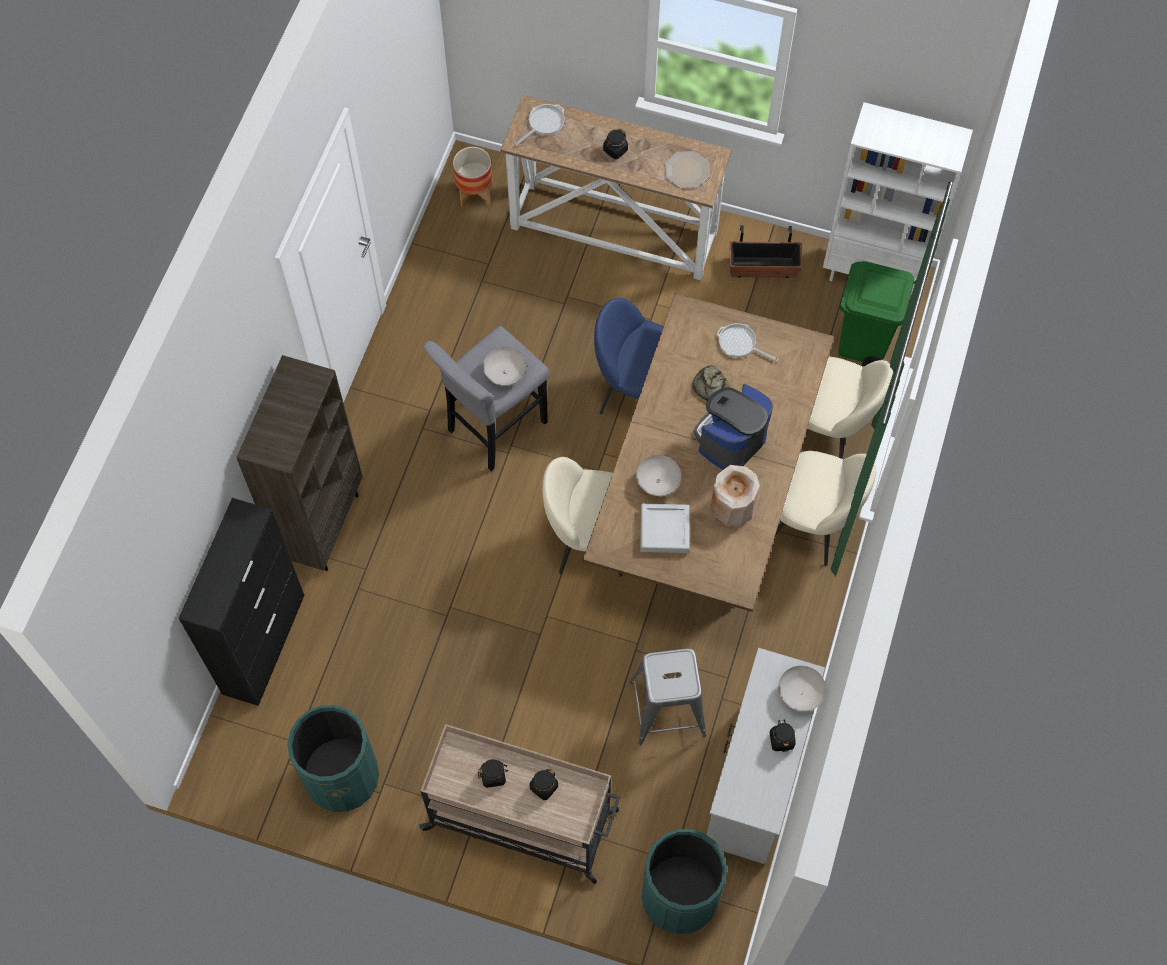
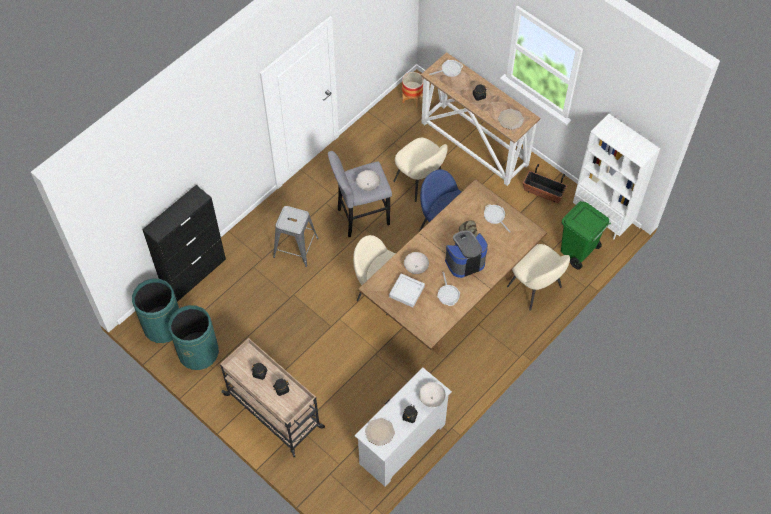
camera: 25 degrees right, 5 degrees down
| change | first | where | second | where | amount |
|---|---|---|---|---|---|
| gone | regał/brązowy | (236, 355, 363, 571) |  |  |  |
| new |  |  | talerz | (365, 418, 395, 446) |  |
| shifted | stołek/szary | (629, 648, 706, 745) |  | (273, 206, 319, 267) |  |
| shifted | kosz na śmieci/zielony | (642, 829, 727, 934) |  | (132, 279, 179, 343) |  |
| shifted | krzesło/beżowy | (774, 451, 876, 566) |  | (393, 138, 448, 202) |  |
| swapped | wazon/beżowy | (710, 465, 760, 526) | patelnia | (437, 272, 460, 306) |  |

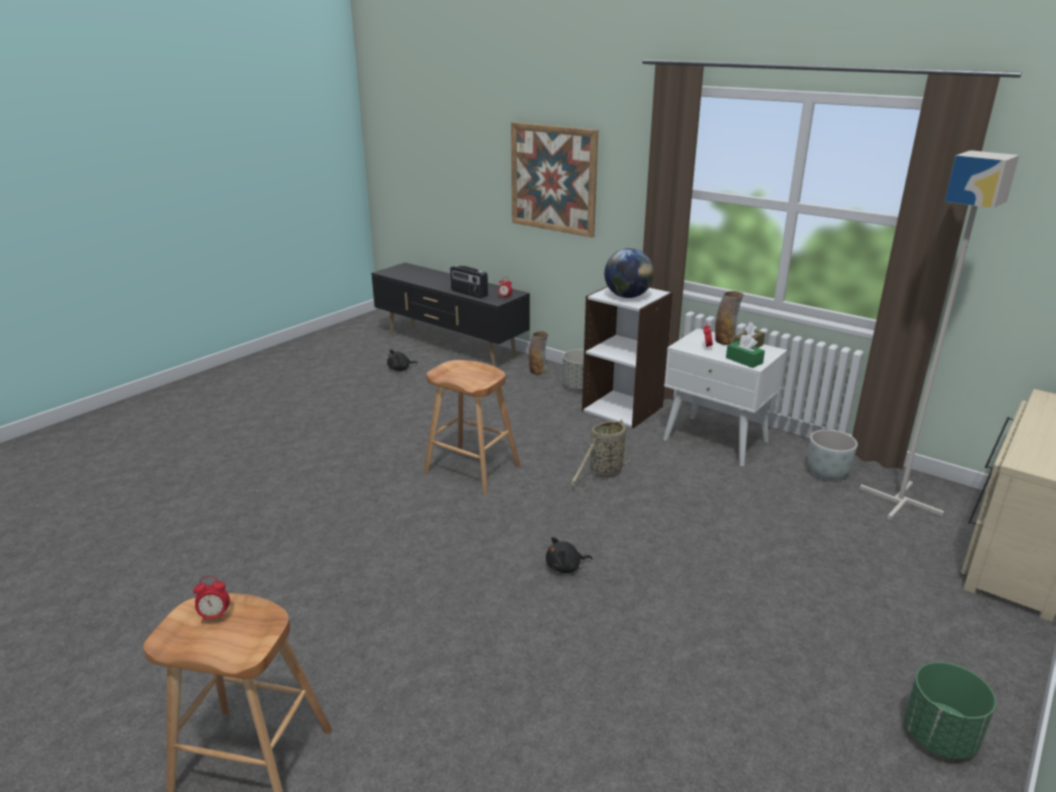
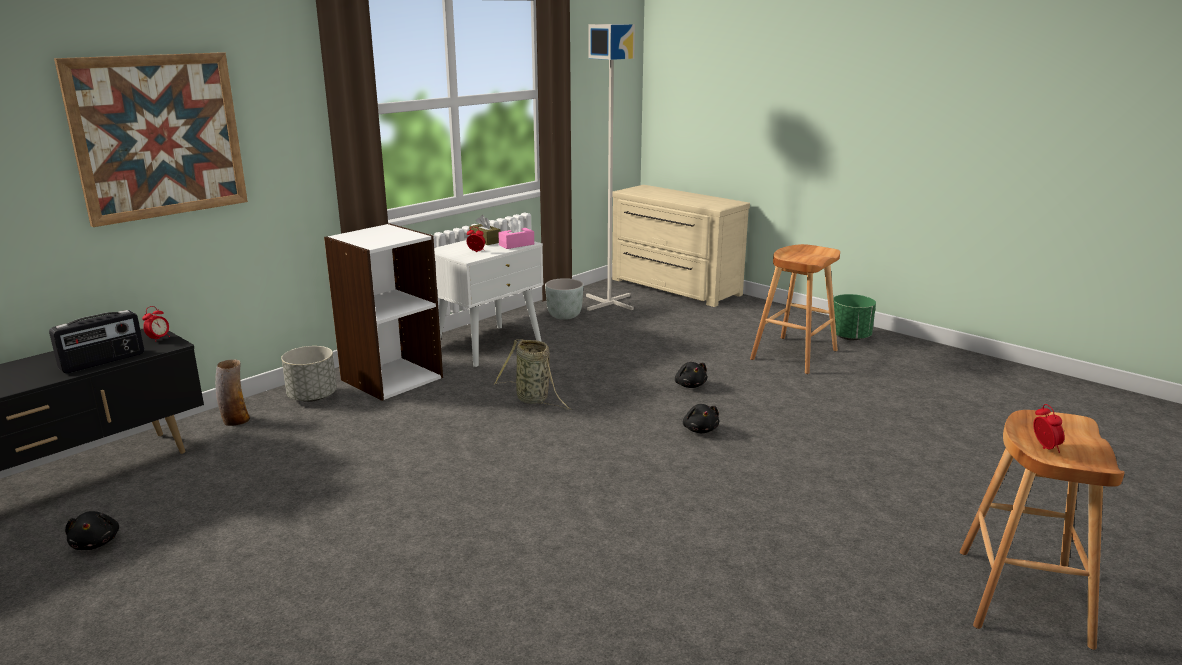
camera: 85 degrees left, 5 degrees down
| change | first | where | second | where | amount |
|---|---|---|---|---|---|
| gone | globus | (604, 248, 654, 298) |  |  |  |
| gone | wazon | (715, 291, 744, 345) |  |  |  |
| new |  |  | pluszak/czarny | (675, 362, 707, 388) |  |
| shifted | stołek/brązowy | (424, 360, 520, 495) |  | (750, 244, 840, 374) |  |
| repainted | pudełko chusteczek/zielony | (726, 334, 765, 368) | pudełko chusteczek/różowy | (498, 218, 534, 249) |  |

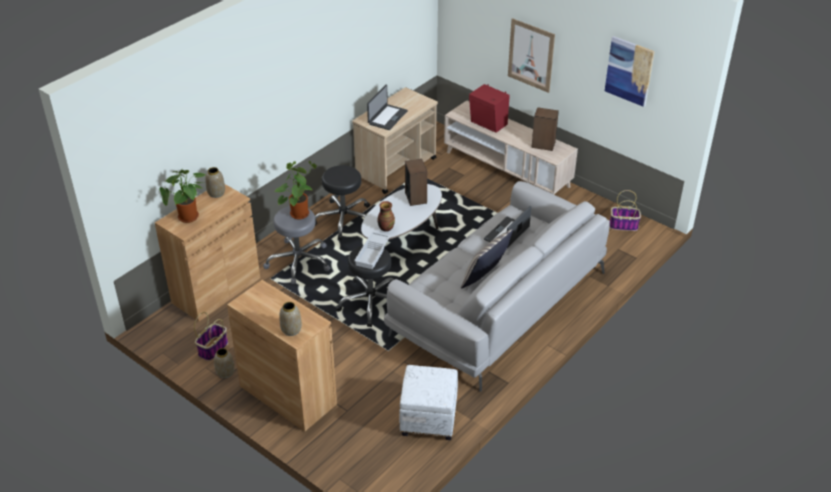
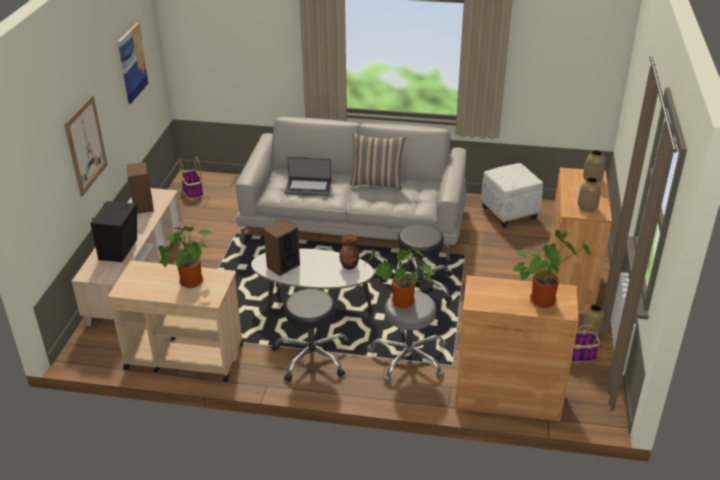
camera: 120 degrees left, 5 degrees down
| change | first | where | second | where | amount |
|---|---|---|---|---|---|
| gone | taca/biały | (354, 231, 390, 269) |  |  |  |
| shifted | wazon | (205, 167, 225, 198) |  | (578, 177, 601, 212) |  |
| swapped | laptop | (367, 85, 408, 130) | roślina doniczkowa | (158, 226, 214, 288) |  |
| repainted | głośnik/czerwony | (469, 84, 510, 133) | głośnik/czarny | (90, 201, 137, 262) |  |

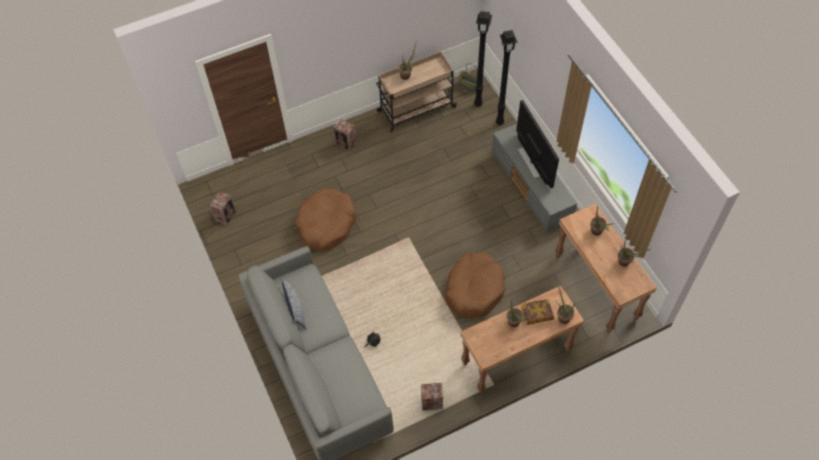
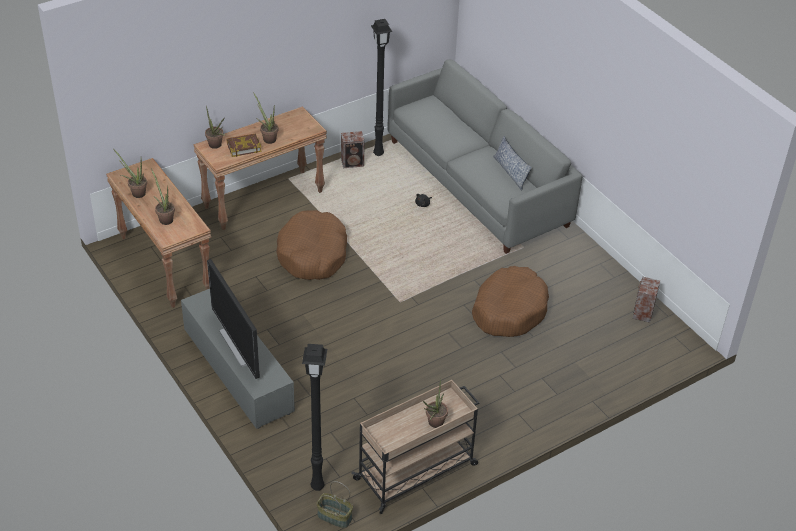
camera: 170 degrees right, 15 degrees down
| change | first | where | second | where | amount |
|---|---|---|---|---|---|
| gone | głośnik | (333, 119, 357, 151) |  |  |  |
| shifted | lampa stojąca/czarny | (496, 30, 518, 125) |  | (371, 19, 392, 156) |  |

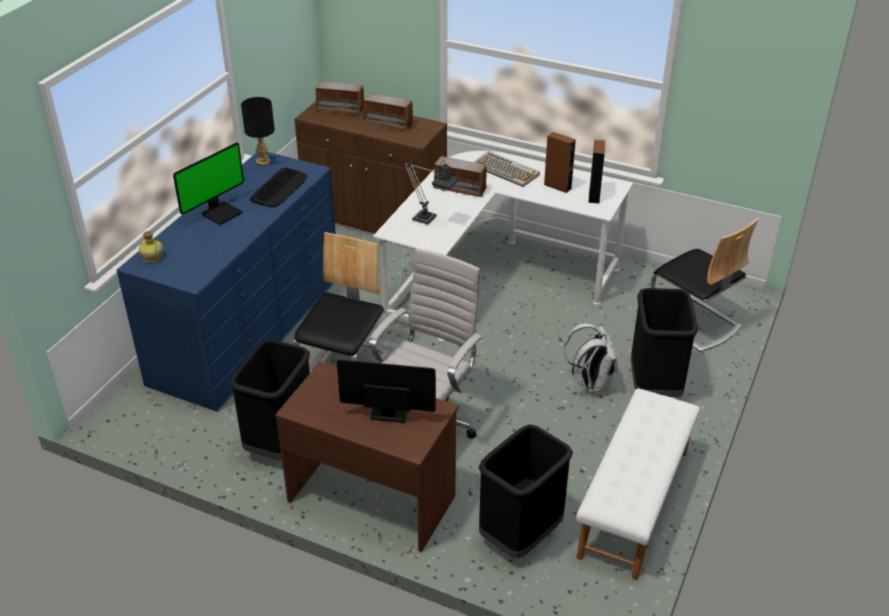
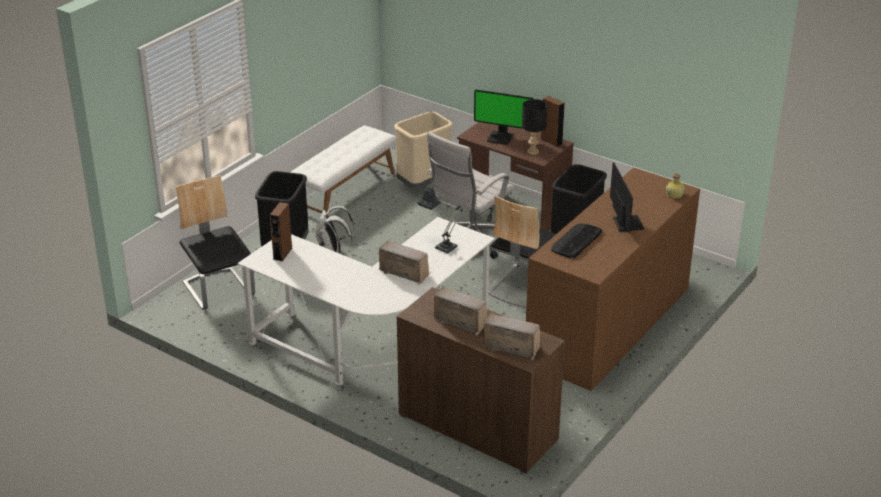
camera: 170 degrees left, 5 degrees down
| change | first | where | second | where | amount |
|---|---|---|---|---|---|
| gone | klawiatura | (474, 151, 540, 187) |  |  |  |
| shifted | lampa stołowa/czarny | (241, 97, 275, 165) |  | (522, 99, 547, 155) |  |
| shifted | głośnik/brązowy | (544, 132, 576, 193) |  | (541, 96, 565, 147) |  |
| repainted | komoda/niebieski | (117, 152, 336, 412) | komoda/brązowy | (526, 167, 700, 391) |  |
| repainted | kosz na śmieci/czarny | (478, 424, 573, 559) | kosz na śmieci/beżowy | (394, 111, 453, 189) |  |
| rotated | monitor | (173, 142, 244, 225) |  | (610, 162, 644, 233) | 120 degrees clockwise |

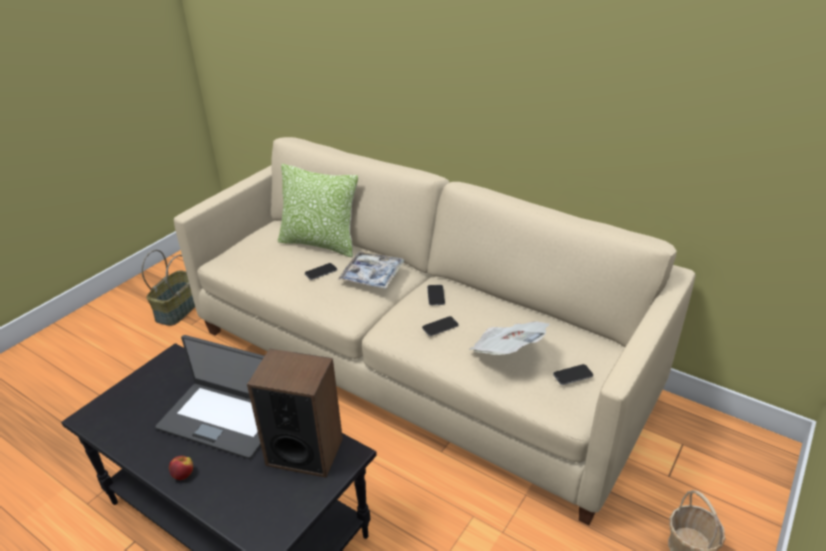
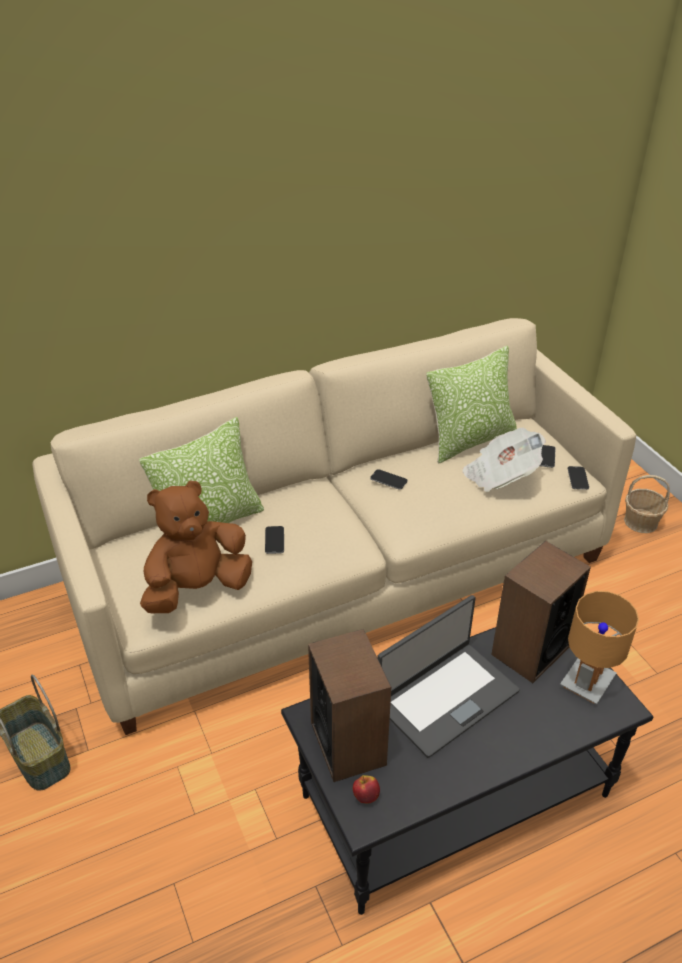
camera: 60 degrees left, 5 degrees up
| change | first | where | second | where | amount |
|---|---|---|---|---|---|
| gone | taca | (338, 251, 404, 289) |  |  |  |
| new |  |  | pluszak/brązowy | (140, 481, 252, 613) |  |
| new |  |  | głośnik | (308, 629, 391, 782) |  |
| new |  |  | poduszka | (426, 346, 517, 464) |  |
| new |  |  | lampa stołowa/brązowy | (560, 591, 639, 704) |  |
| shifted | jabłko | (169, 456, 193, 480) |  | (353, 775, 380, 804) |  |
| shifted | telefon | (422, 316, 459, 336) |  | (568, 466, 589, 490) |  |

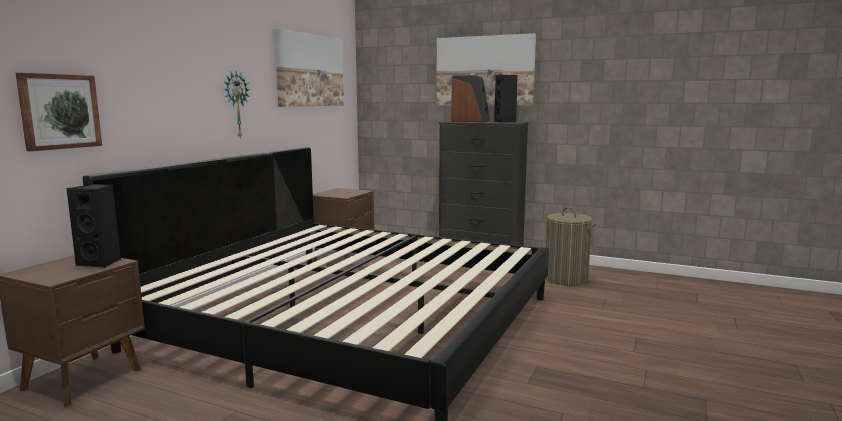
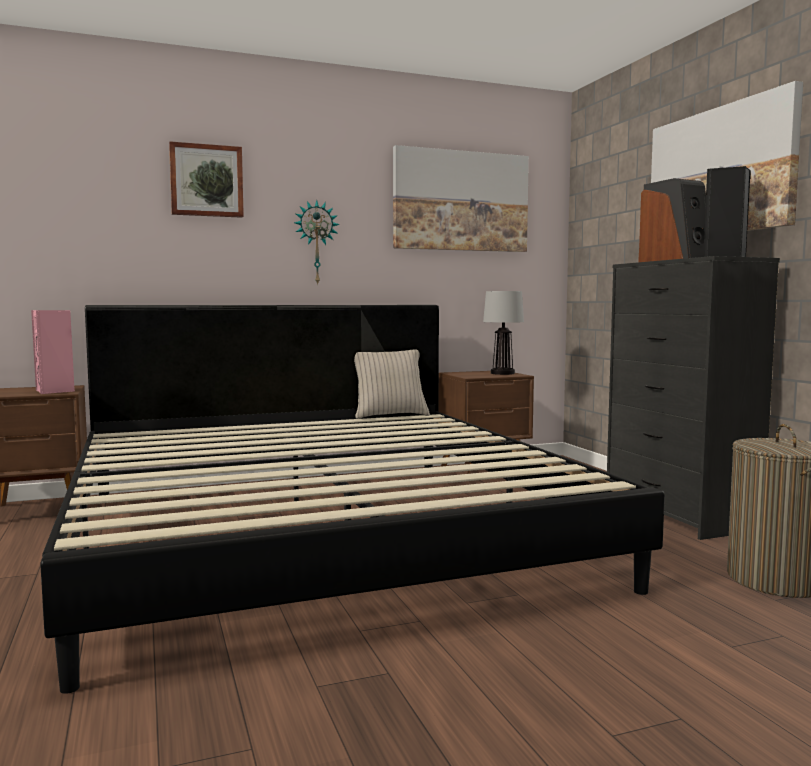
camera: 45 degrees right, 5 degrees down
| change | first | where | second | where | amount |
|---|---|---|---|---|---|
| new |  |  | poduszka/beżowy | (354, 349, 430, 419) |  |
| new |  |  | lampa stołowa | (483, 291, 524, 375) |  |
| shifted | obraz | (16, 73, 102, 151) |  | (169, 141, 244, 218) |  |
| repainted | głośnik/czarny | (66, 184, 121, 268) | głośnik/różowy | (31, 310, 75, 394) |  |

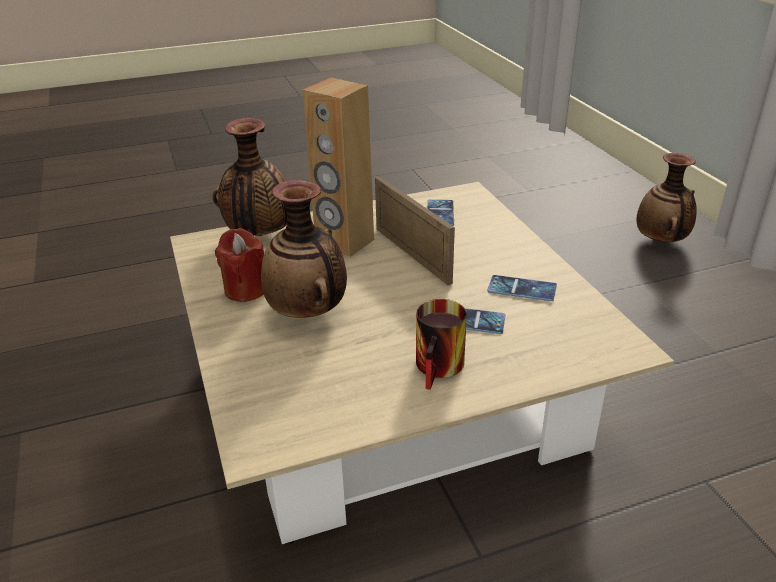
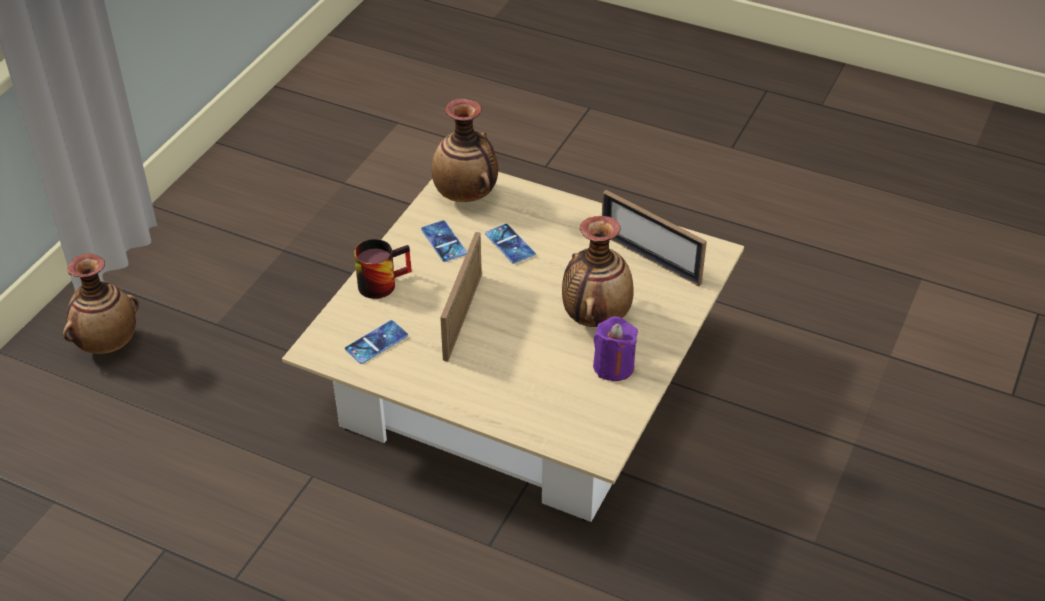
camera: 135 degrees left, 10 degrees up
| change | first | where | second | where | amount |
|---|---|---|---|---|---|
| gone | głośnik/brązowy | (302, 78, 374, 257) |  |  |  |
| new |  |  | ramka na zdjęcie | (602, 190, 707, 286) |  |
| shifted | wazon | (212, 118, 287, 236) |  | (432, 99, 498, 202) |  |
| shifted | kubek | (416, 299, 467, 390) |  | (354, 239, 412, 299) |  |
| repainted | świeca/czerwony | (215, 228, 264, 302) | świeca/fioletowy | (593, 316, 638, 381) |  |

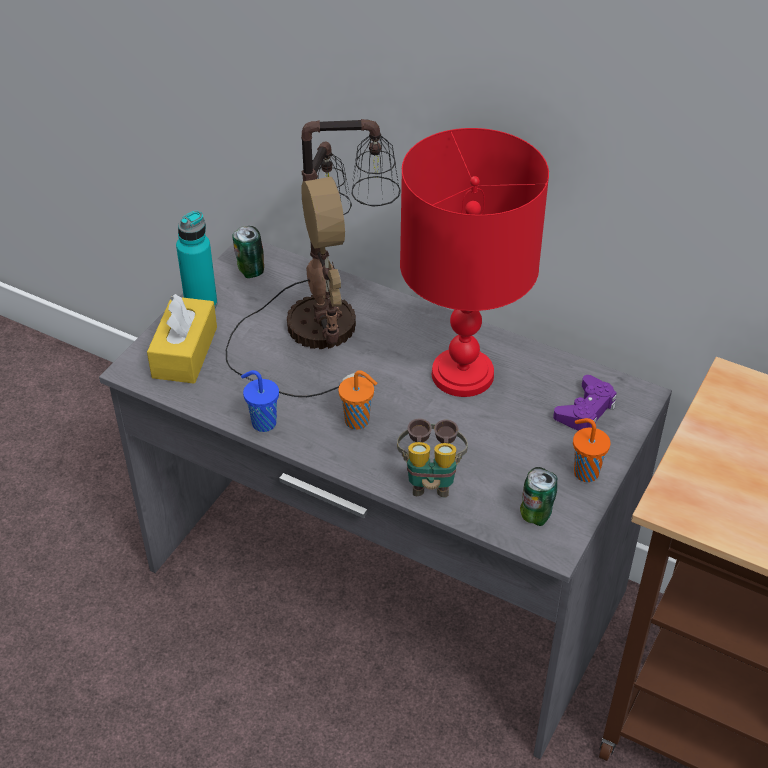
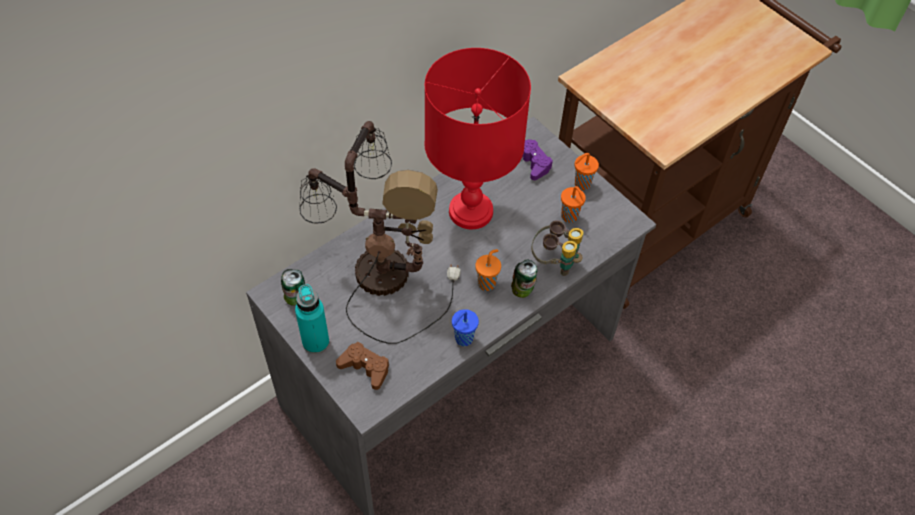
camera: 70 degrees left, 10 degrees up
| change | first | where | second | where | amount |
|---|---|---|---|---|---|
| new |  |  | filiżanka/pomarańczowy | (561, 186, 586, 223) |  |
| shifted | puszka | (520, 467, 557, 526) |  | (511, 260, 537, 298) |  |
| swapped | pudełko chusteczek/żółty | (147, 294, 217, 384) | pad do gier/brązowy | (336, 342, 389, 390) |  |

